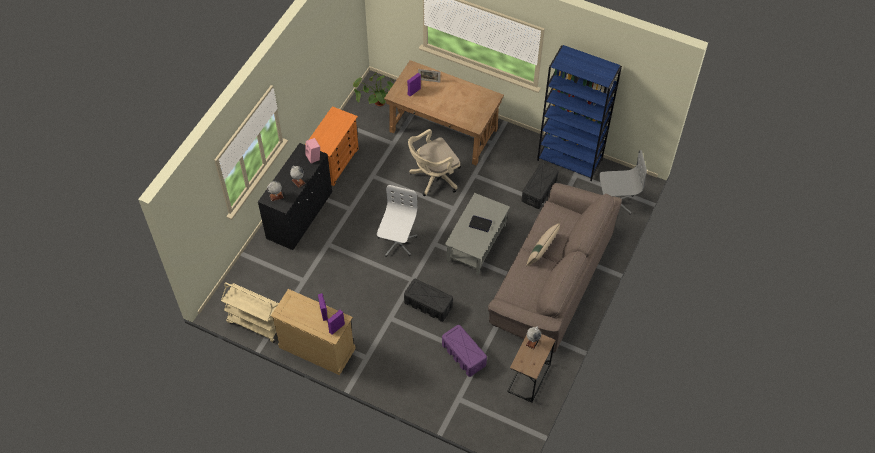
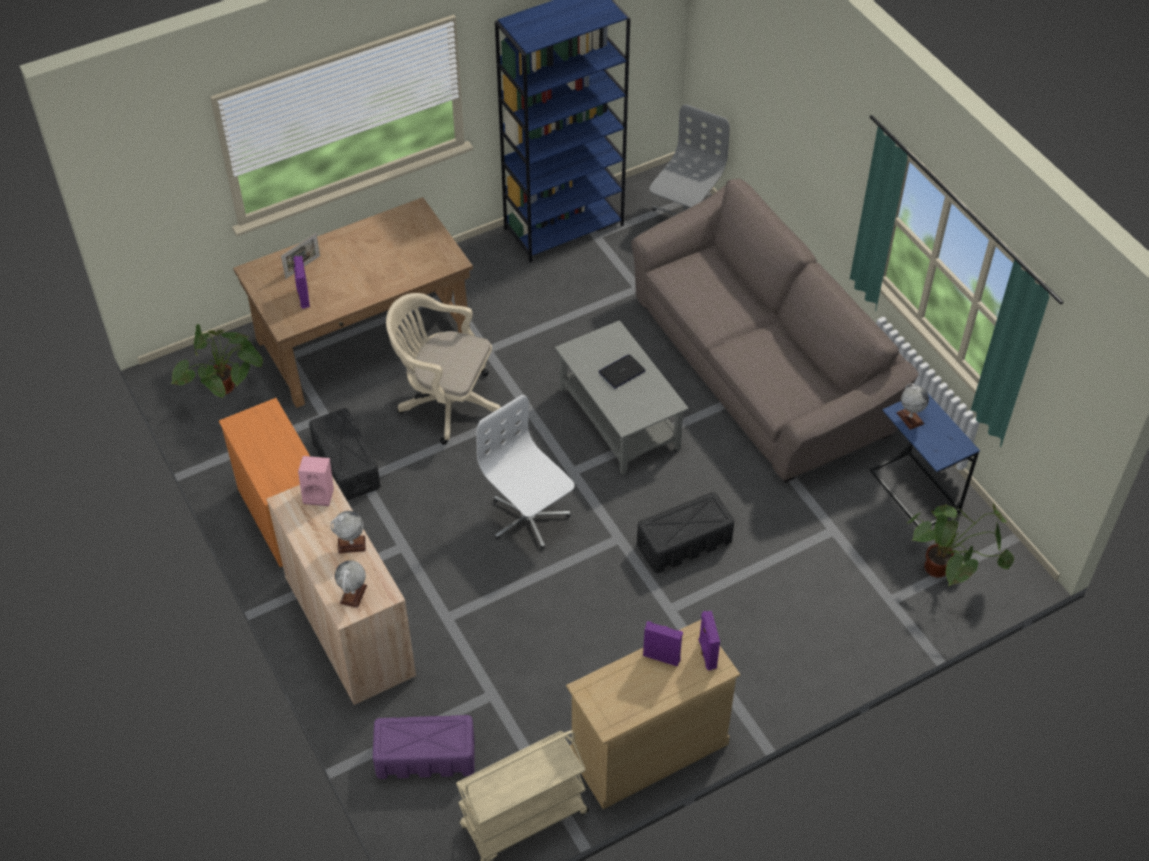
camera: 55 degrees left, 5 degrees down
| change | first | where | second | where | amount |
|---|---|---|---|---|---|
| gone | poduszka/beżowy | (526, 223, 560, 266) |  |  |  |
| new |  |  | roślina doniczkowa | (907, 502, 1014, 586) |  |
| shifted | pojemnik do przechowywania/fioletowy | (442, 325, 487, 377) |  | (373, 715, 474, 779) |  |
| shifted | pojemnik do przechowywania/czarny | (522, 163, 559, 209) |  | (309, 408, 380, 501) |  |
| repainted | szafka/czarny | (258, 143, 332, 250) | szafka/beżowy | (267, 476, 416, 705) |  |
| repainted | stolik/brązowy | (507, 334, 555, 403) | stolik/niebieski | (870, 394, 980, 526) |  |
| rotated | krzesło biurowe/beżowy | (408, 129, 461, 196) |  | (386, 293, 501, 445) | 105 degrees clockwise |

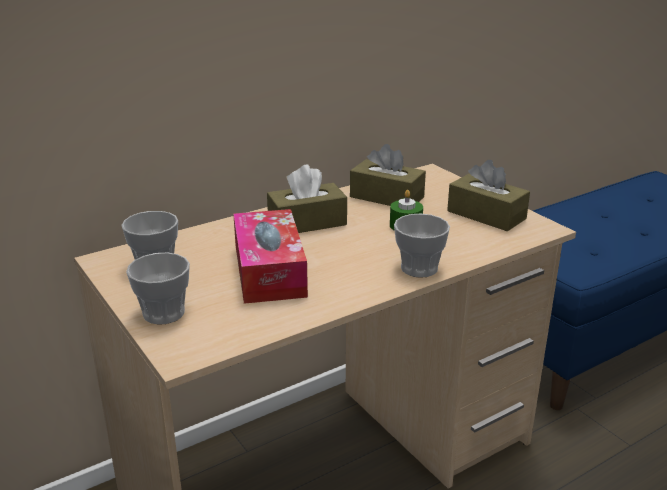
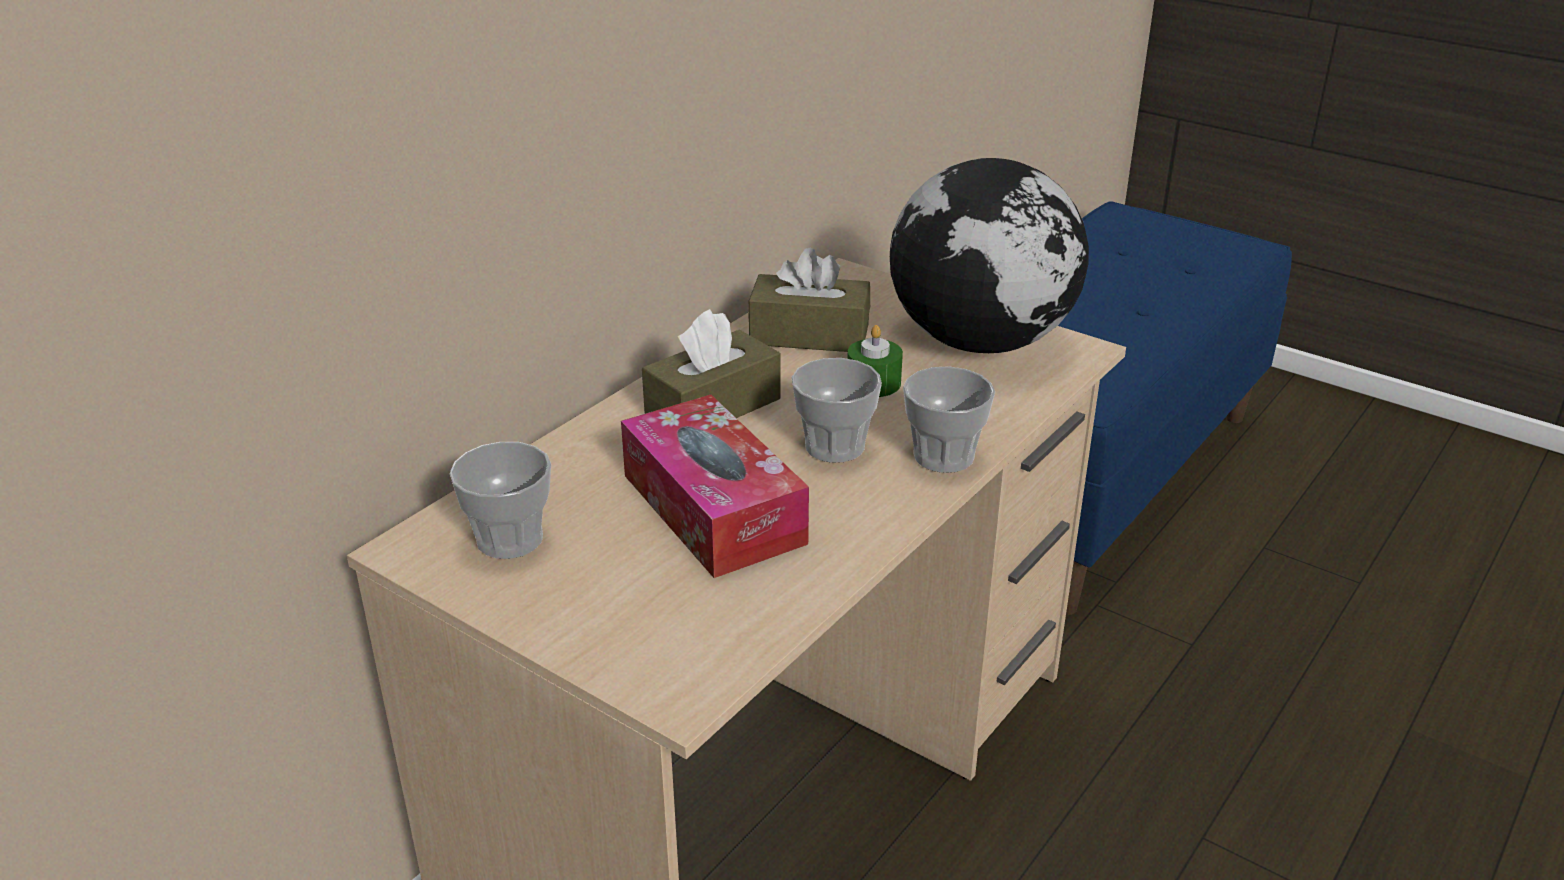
camera: 20 degrees left, 5 degrees up
| change | first | where | second | where | amount |
|---|---|---|---|---|---|
| shifted | filiżanka | (126, 253, 190, 324) |  | (792, 358, 882, 463) |  |
| swapped | pudełko chusteczek/brązowy | (447, 160, 530, 231) | globus | (890, 158, 1089, 353) |  |

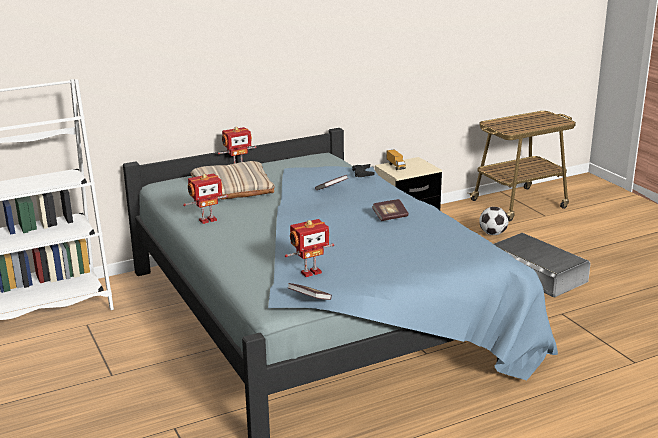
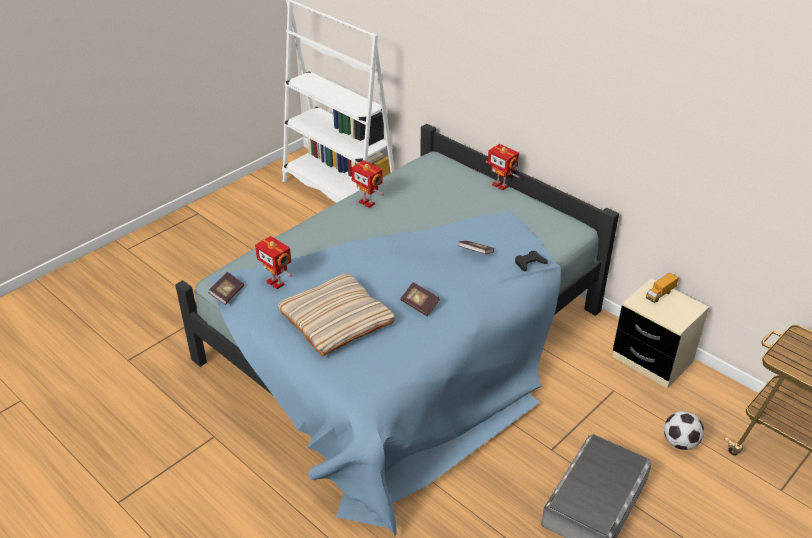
camera: 70 degrees right, 15 degrees up
| change | first | where | second | where | amount |
|---|---|---|---|---|---|
| shifted | poduszka/beżowy | (191, 161, 275, 200) |  | (277, 274, 395, 357) |  |

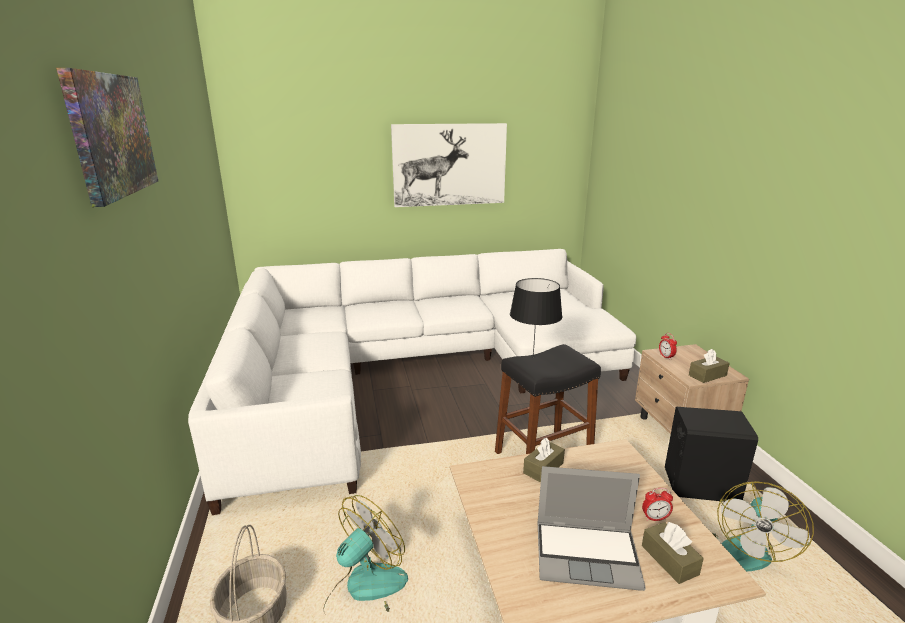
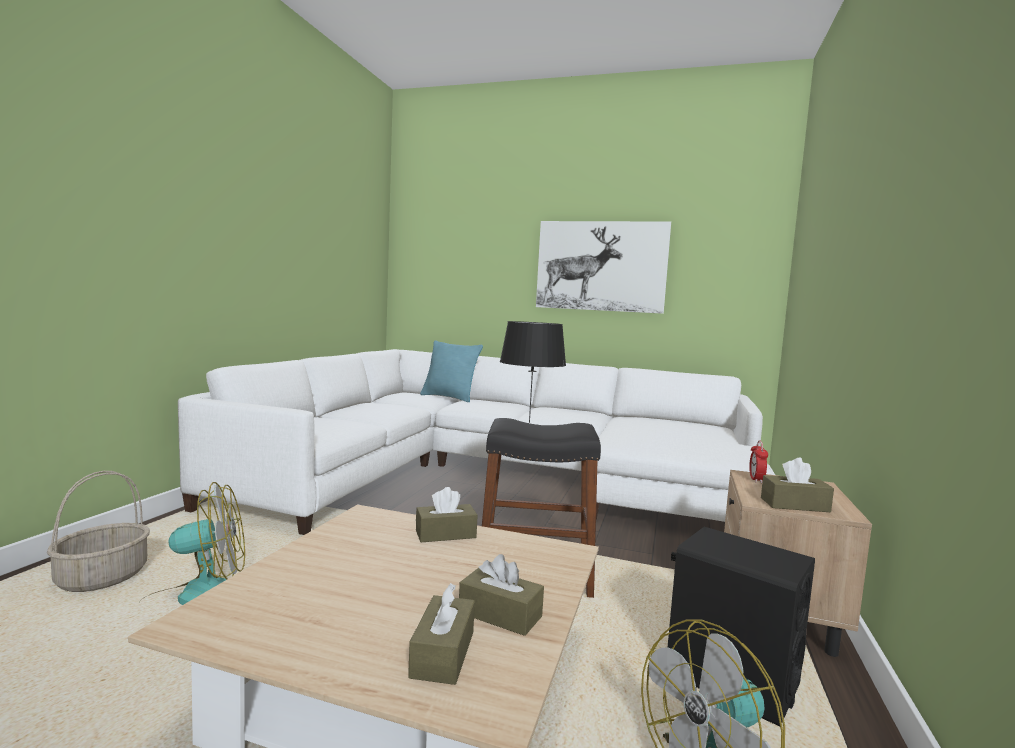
camera: 30 degrees right, 15 degrees down
| change | first | where | second | where | amount |
|---|---|---|---|---|---|
| gone | obraz | (56, 68, 158, 207) |  |  |  |
| gone | laptop | (538, 466, 646, 591) |  |  |  |
| new |  |  | poduszka/turkusowy | (420, 340, 483, 402) |  |
| swapped | budzik | (642, 488, 673, 521) | pudełko chusteczek/brązowy | (459, 554, 544, 636) |  |

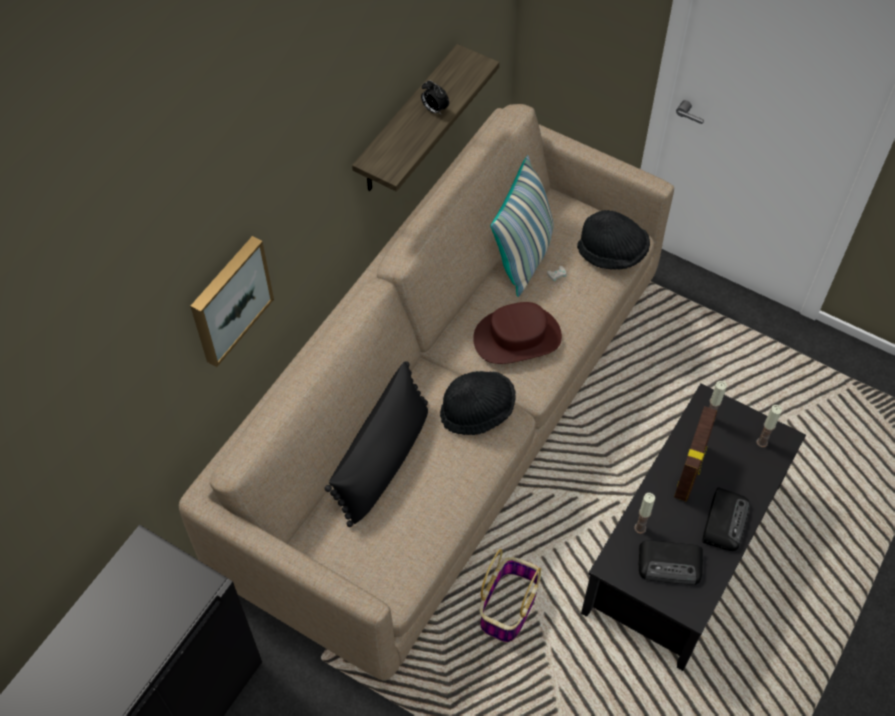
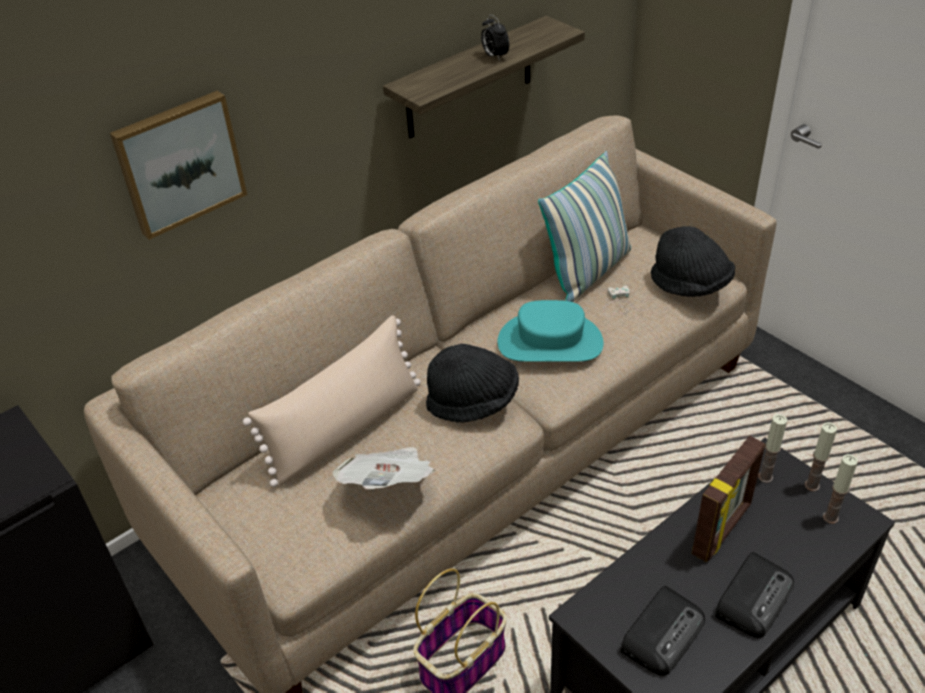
camera: 20 degrees right, 15 degrees down
| change | first | where | second | where | amount |
|---|---|---|---|---|---|
| new |  |  | gazeta | (332, 447, 435, 489) |  |
| shifted | świeca | (634, 493, 655, 534) |  | (804, 422, 837, 491) |  |
| repainted | poduszka/czarny | (325, 361, 428, 527) | poduszka/beżowy | (243, 315, 421, 487) |  |
| repainted | kapelusz/brązowy | (473, 302, 562, 364) | kapelusz/turkusowy | (498, 300, 604, 362) |  |
| rotated | radio | (639, 540, 703, 585) |  | (621, 586, 705, 676) | 75 degrees counterclockwise |

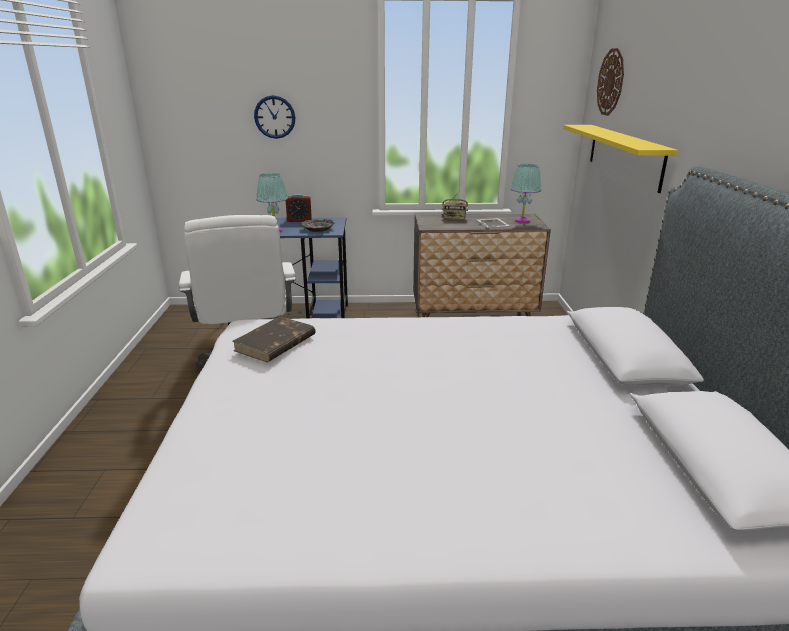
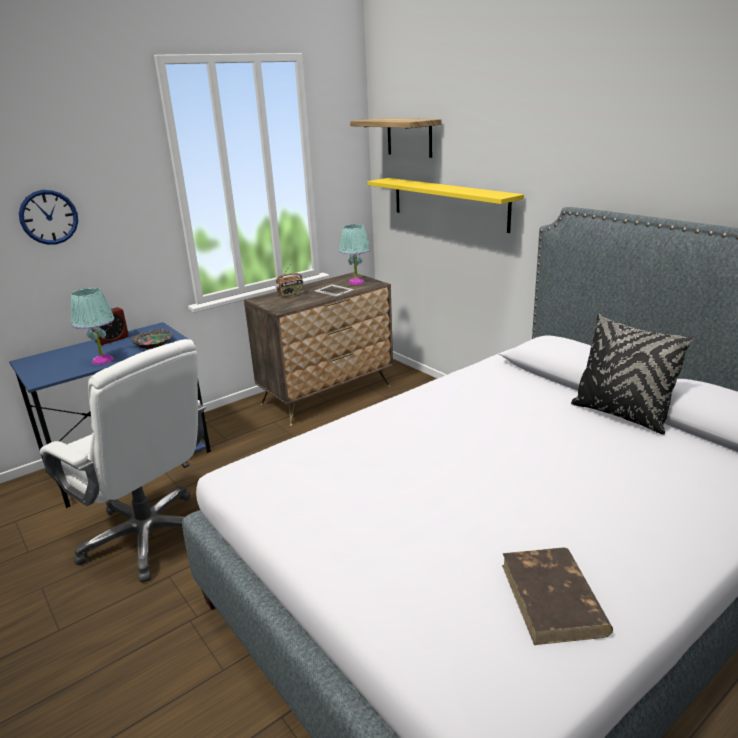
camera: 35 degrees left, 0 degrees up
| change | first | where | second | where | amount |
|---|---|---|---|---|---|
| new |  |  | poduszka/czarny | (571, 314, 694, 434) |  |
| shifted | książka/brązowy | (232, 316, 316, 362) |  | (502, 548, 613, 645) |  |
| swapped | zegar ścienny | (597, 48, 624, 116) | półka | (350, 118, 442, 158) |  |

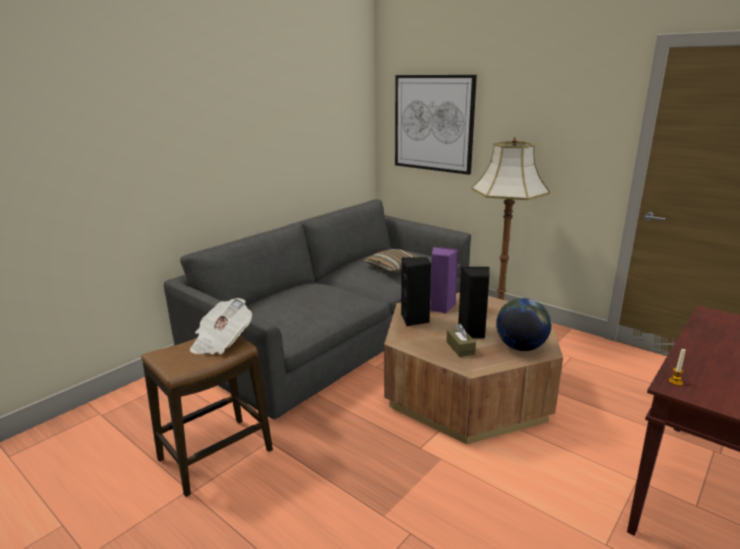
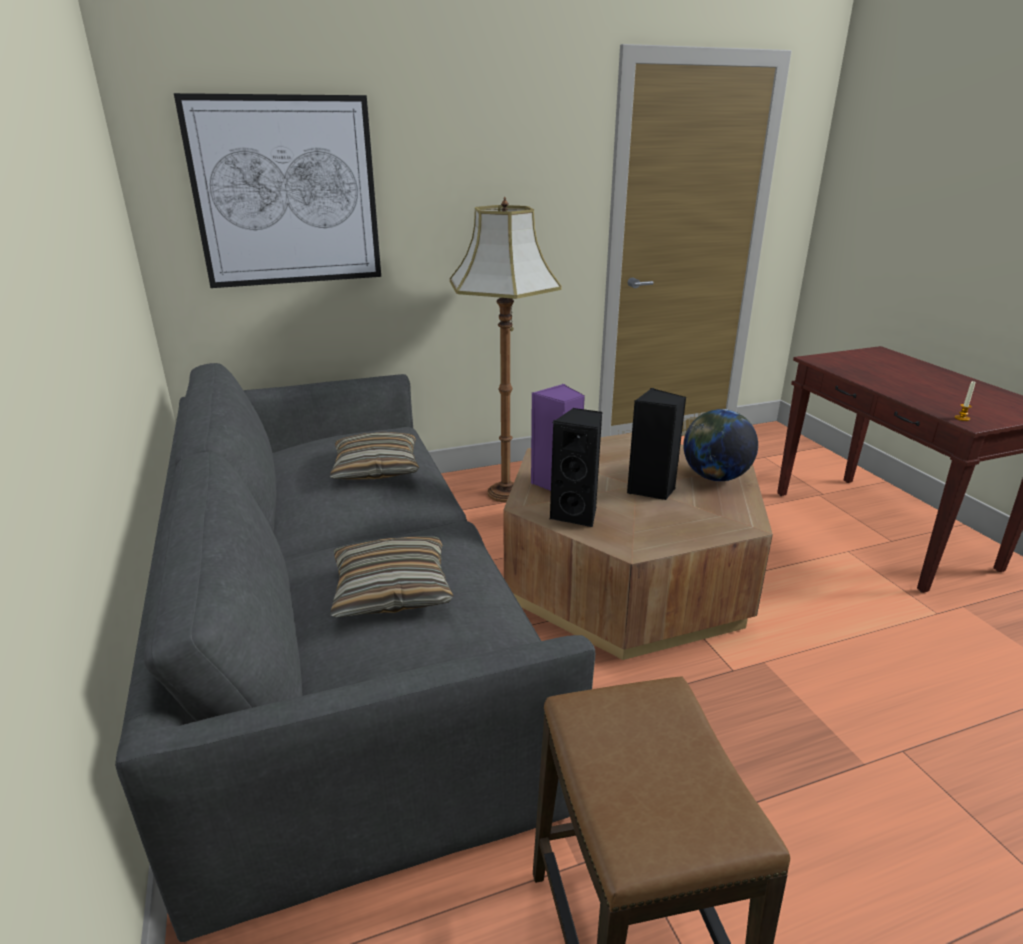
camera: 60 degrees left, 5 degrees up
| change | first | where | second | where | amount |
|---|---|---|---|---|---|
| gone | gazeta | (190, 298, 252, 354) |  |  |  |
| gone | pudełko chusteczek/brązowy | (446, 324, 476, 357) |  |  |  |
| new |  |  | poduszka | (331, 536, 454, 617) |  |

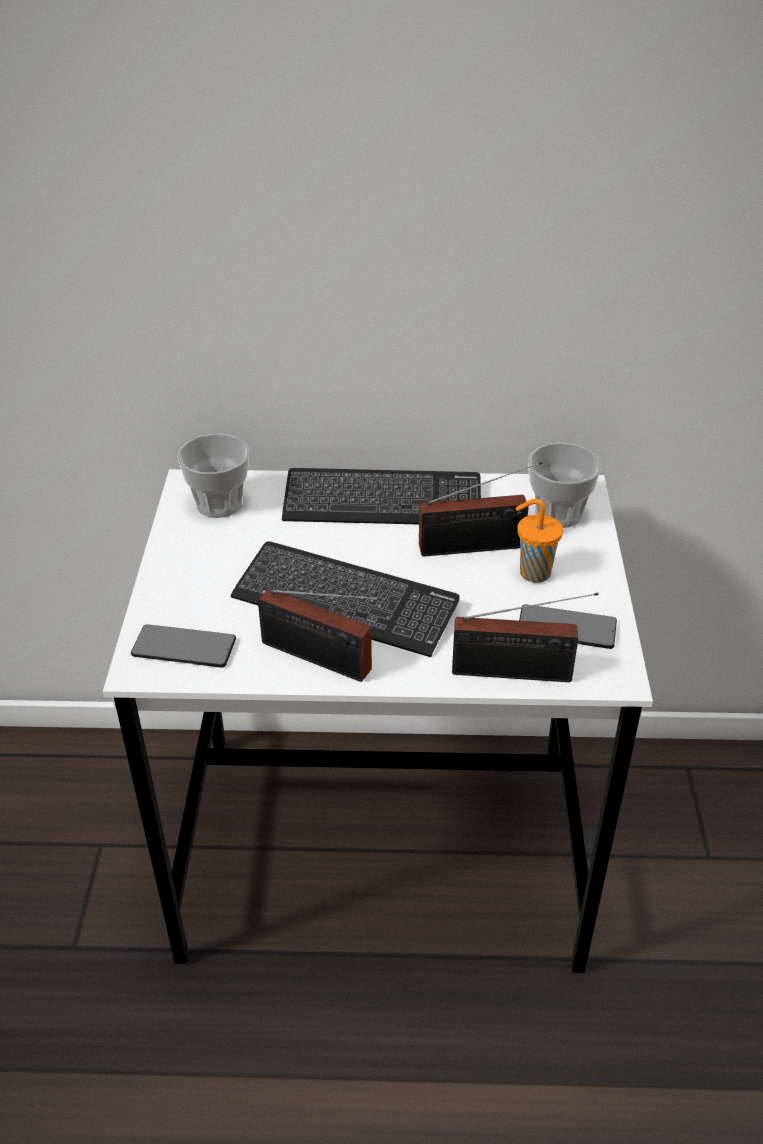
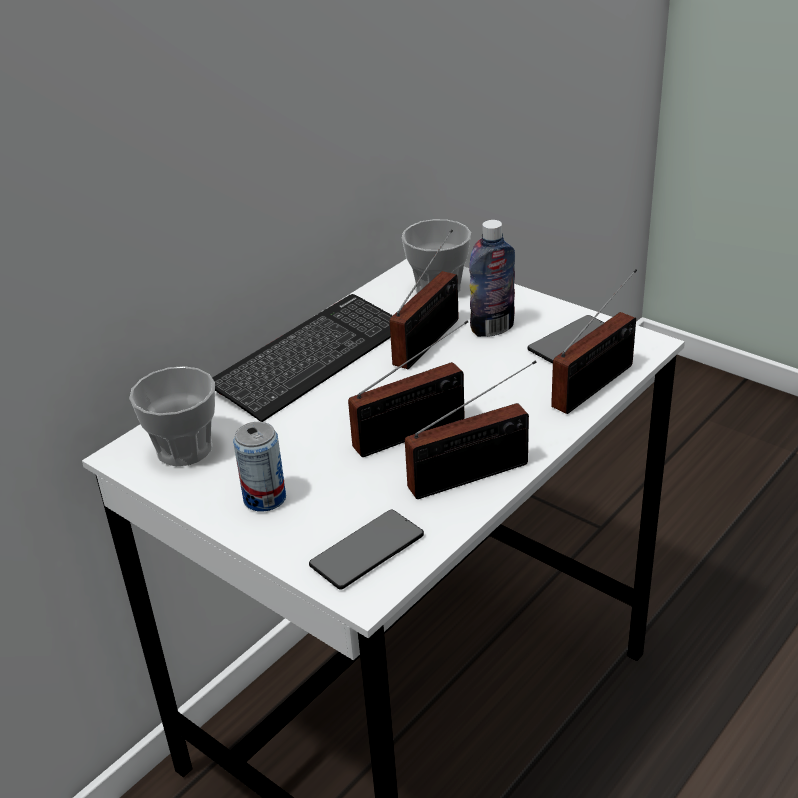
camera: 50 degrees left, 5 degrees down
| change | first | where | second | where | amount |
|---|---|---|---|---|---|
| new |  |  | puszka | (233, 422, 286, 512) |  |
| swapped | klawiatura | (231, 541, 460, 657) | radio | (348, 320, 468, 457) |  |
| swapped | filiżanka/pomarańczowy | (516, 499, 563, 583) | butelka | (469, 220, 515, 337) |  |

